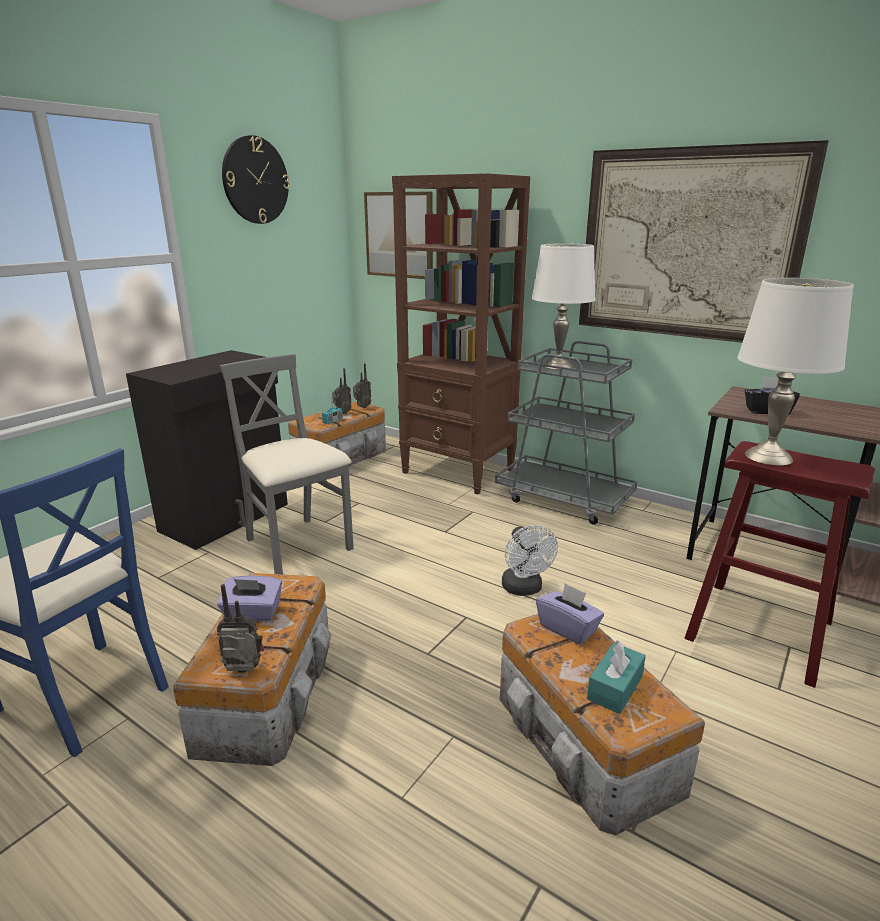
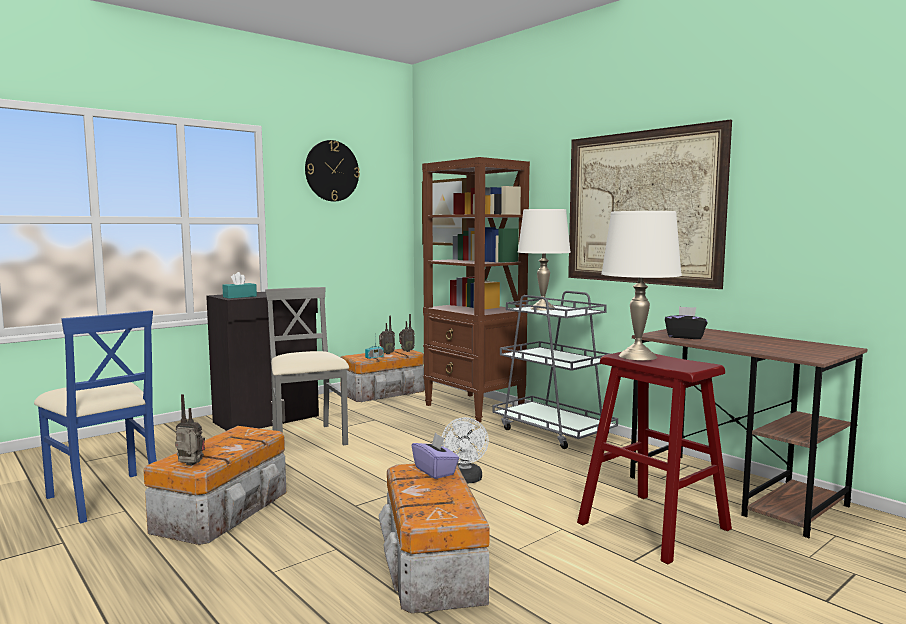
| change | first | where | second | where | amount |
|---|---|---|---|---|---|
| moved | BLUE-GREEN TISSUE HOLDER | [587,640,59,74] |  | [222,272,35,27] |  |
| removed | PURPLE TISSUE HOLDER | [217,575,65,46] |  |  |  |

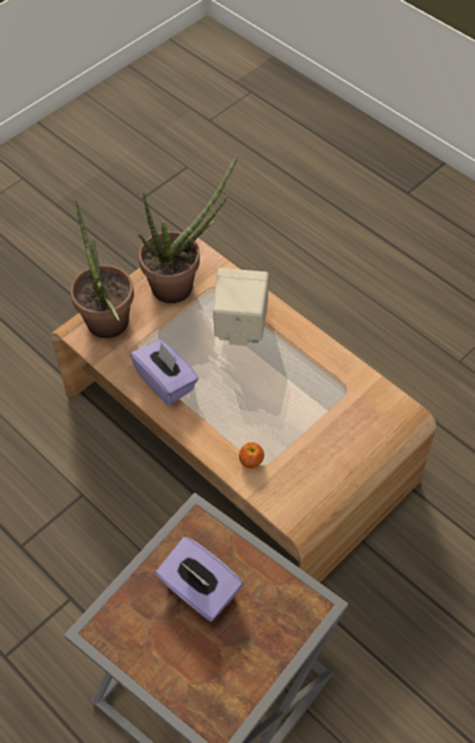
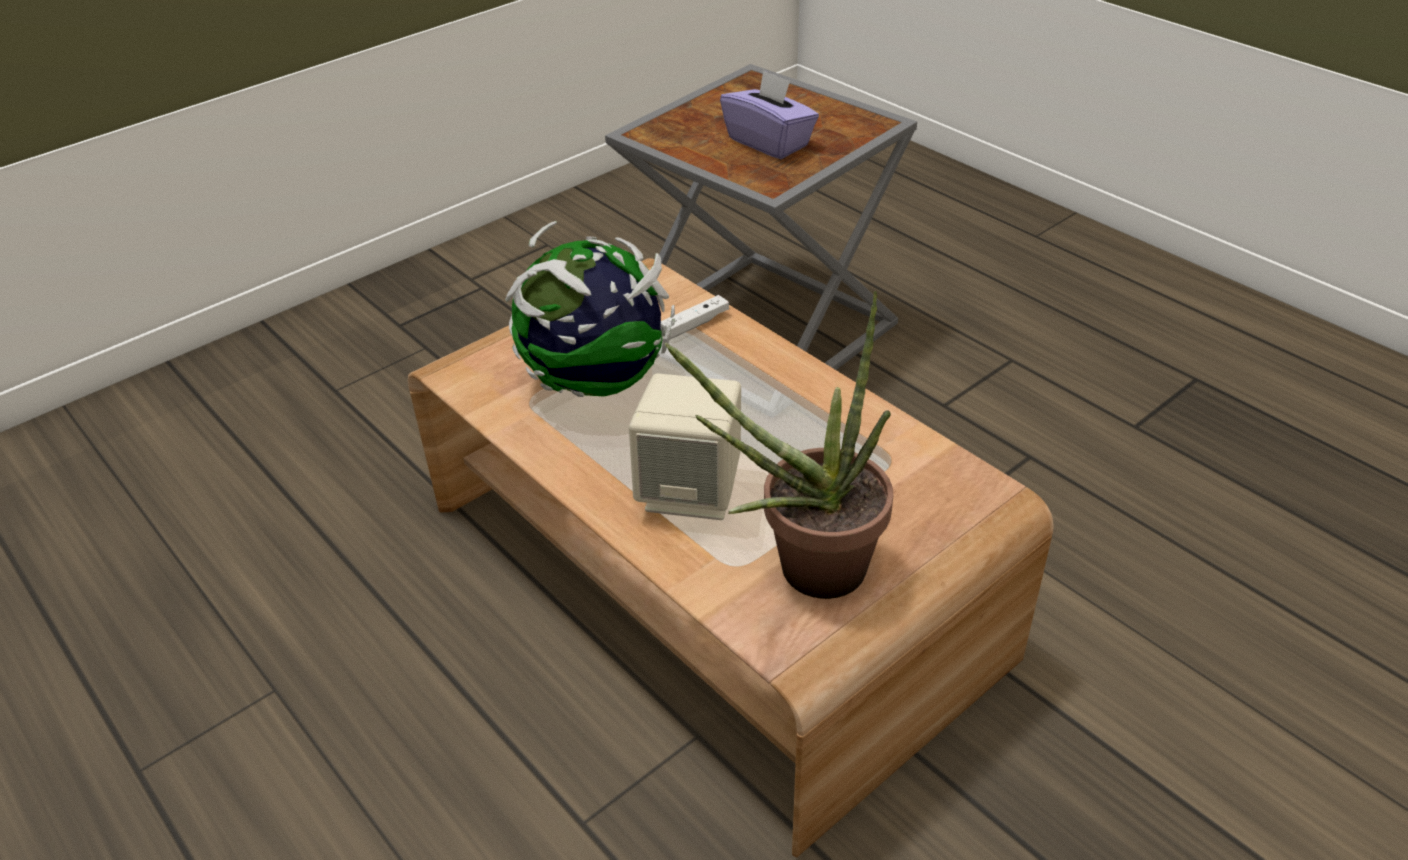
| change | first | where | second | where | amount |
|---|---|---|---|---|---|
| added |  |  | DESK GLOBE | [505,221,170,176] |  |
| replaced | APPLE | [239,442,25,26] | WHITE-COLOURED JOYPAD | [660,295,69,44] |  |
| removed | PLANT IN A POT | [70,200,64,138] |  |  |  |
| removed | PURPLE TISSUE HOLDER | [130,340,69,65] |  |  |  |

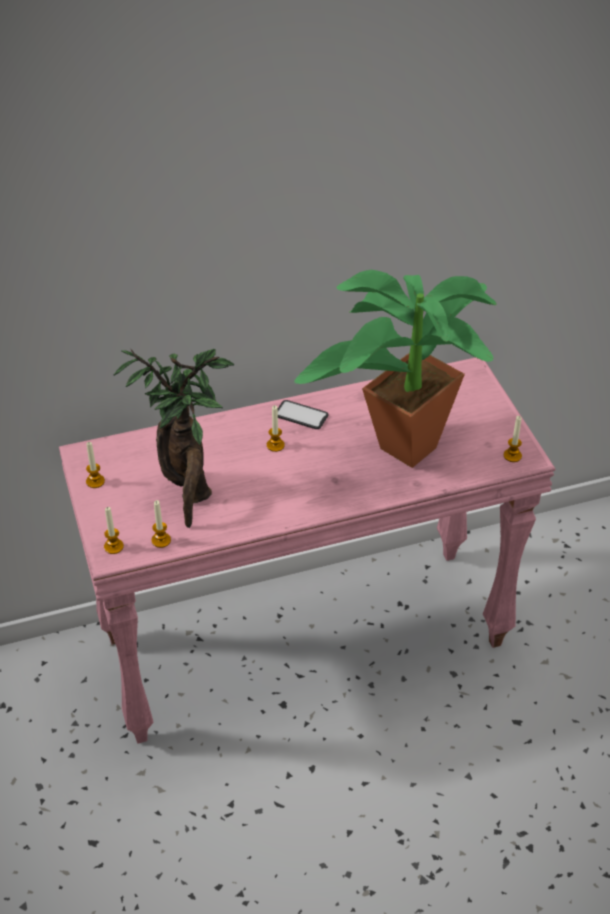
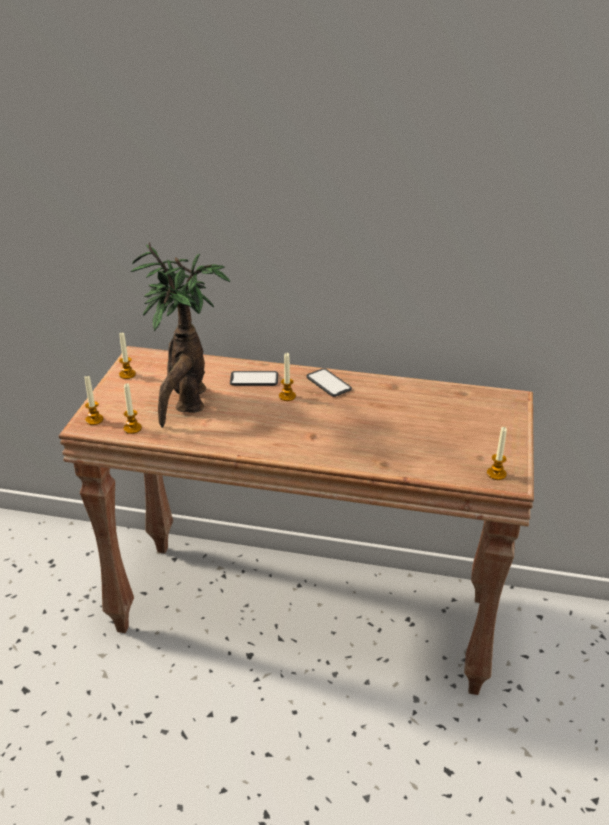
| change | first | where | second | where | amount |
|---|---|---|---|---|---|
| recoloured | PINKISH CONSOLE TABLE | [59,357,496,386] | BROWN-COLOURED CONSOLE TABLE | [59,346,475,349] |  |
| added |  |  | HANDSET | [230,371,48,15] |  |
| removed | PLANT IN A POT | [294,270,203,198] |  |  |  |

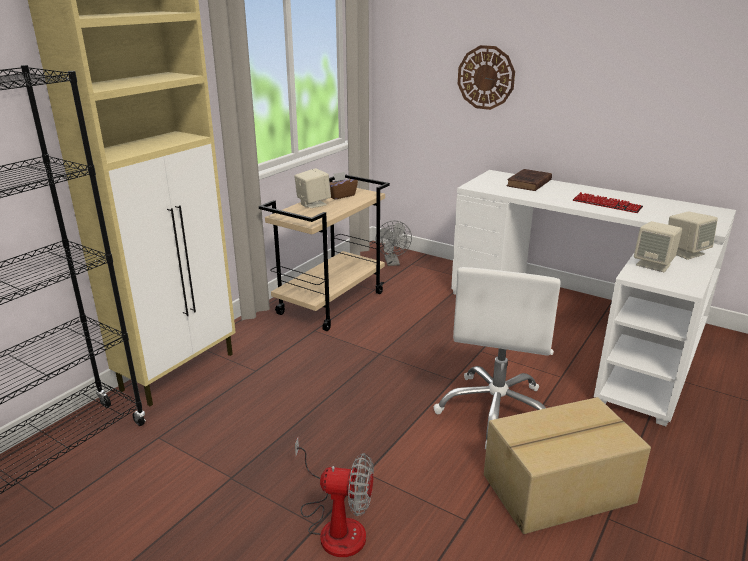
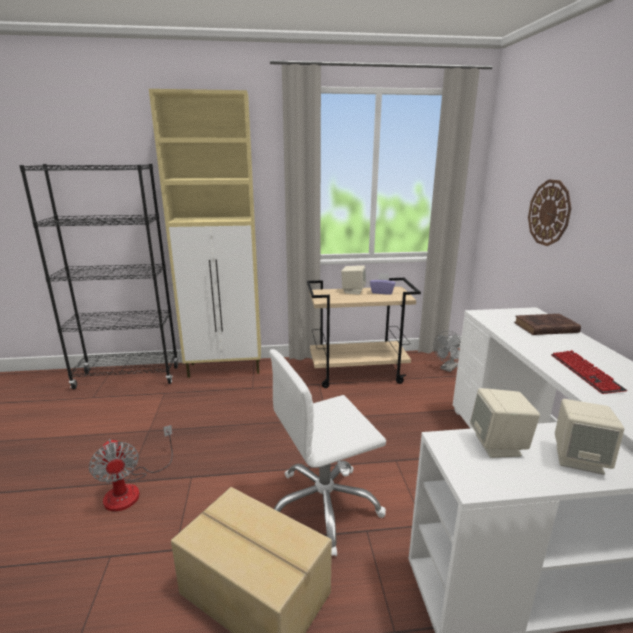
| change | first | where | second | where | amount |
|---|---|---|---|---|---|
| recoloured | BROWN-COLOURED TISSUE HOLDER | [330,172,28,27] | PURPLE TISSUE HOLDER | [370,273,26,22] |  |

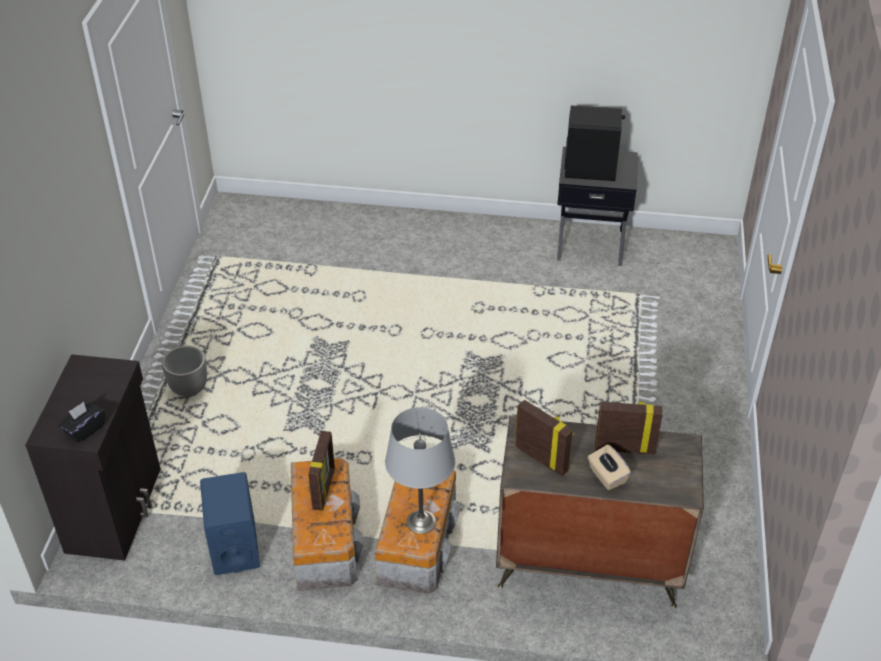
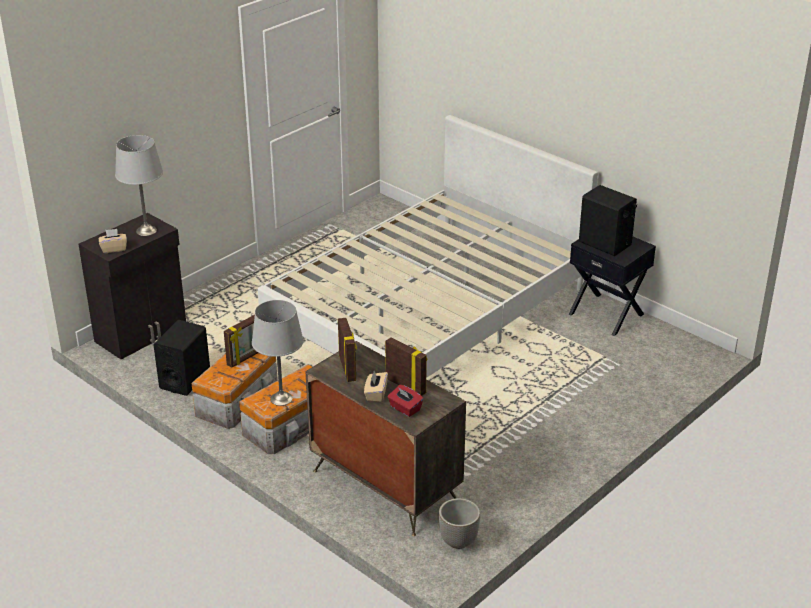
| change | first | where | second | where | amount |
|---|---|---|---|---|---|
| recoloured | BLACK-COLOURED TISSUE HOLDER | [59,402,46,41] | BEIGE TISSUE HOLDER | [99,229,28,24] |  |
| added |  |  | GREY LAMP FOR A TABLE | [115,135,48,101] |  |
| recoloured | BLUE-COLOURED SPEAKER | [200,472,60,103] | BLACK-COLOURED SPEAKER | [153,320,57,76] |  |
| added |  |  | WHITE-COLOURED BEDROOM BED | [258,115,340,263] |  |
| added |  |  | RED TISSUE HOLDER | [388,385,35,32] |  |
| moved | FLOWER POT | [162,346,45,51] |  | [439,498,41,51] |  |

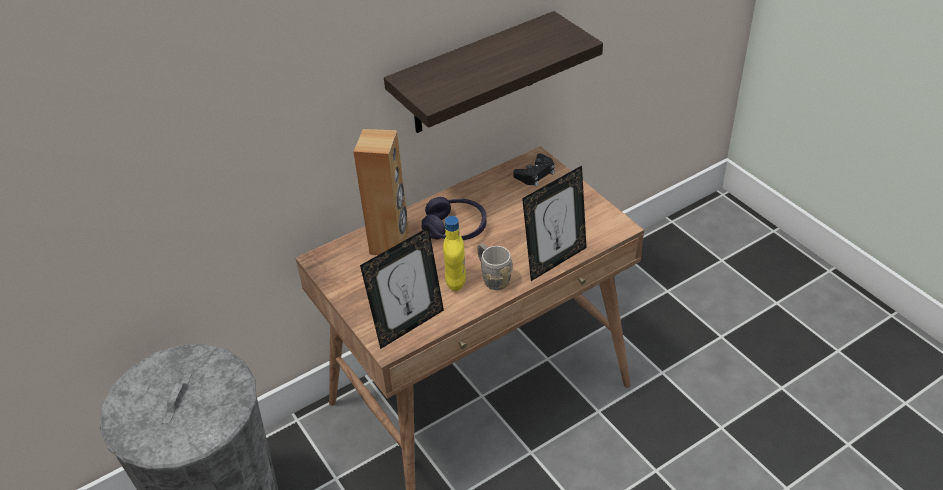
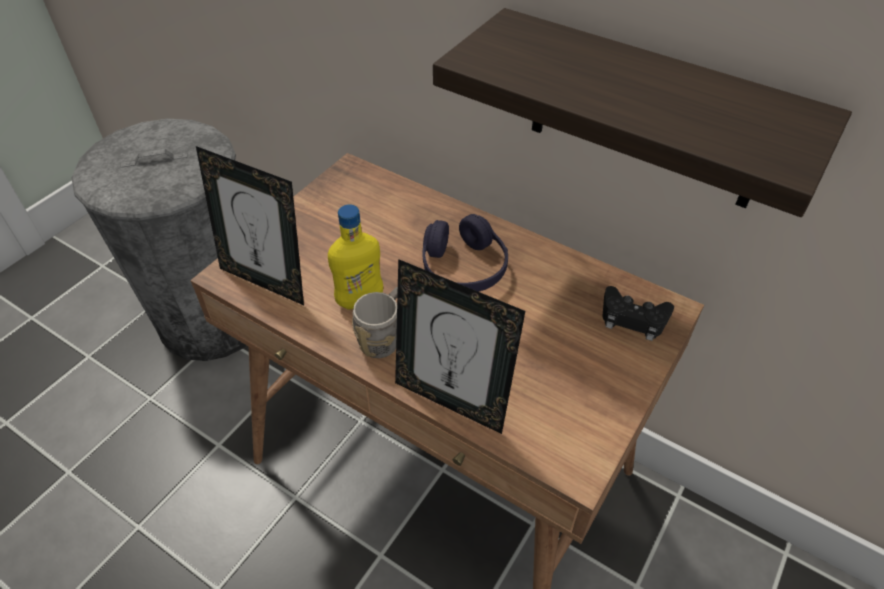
| change | first | where | second | where | amount |
|---|---|---|---|---|---|
| removed | BROWN-COLOURED SPEAKER | [353,129,56,126] |  |  |  |

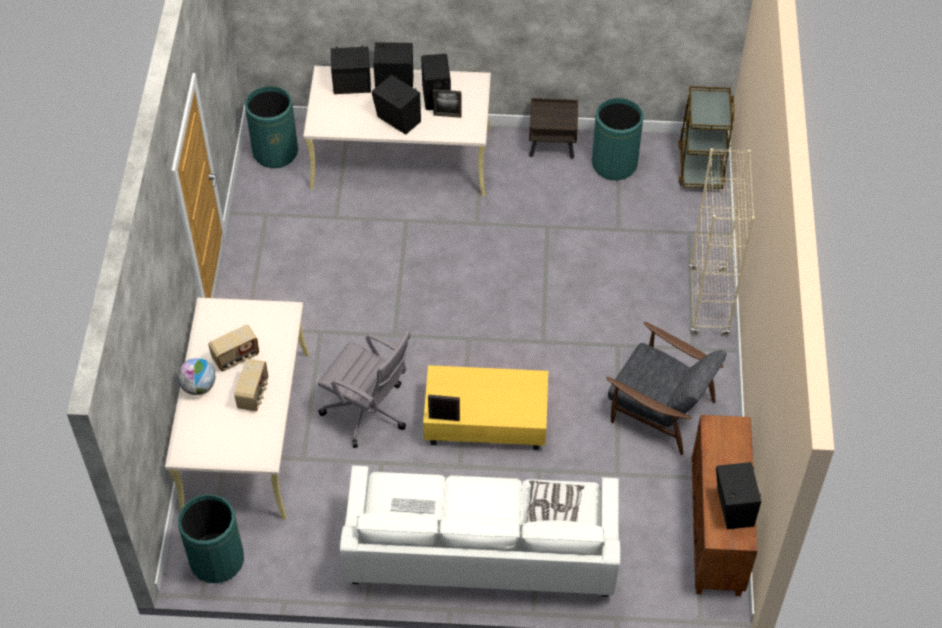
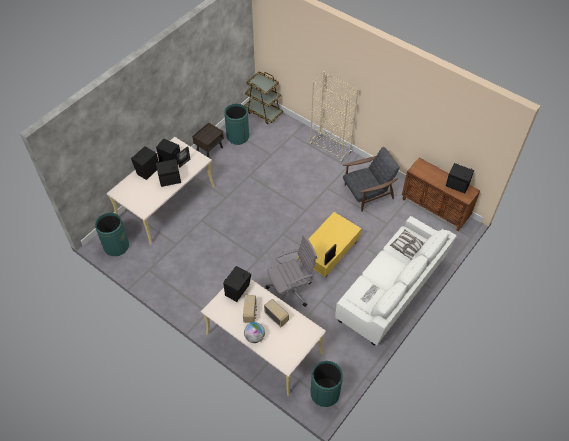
| change | first | where | second | where | amount |
|---|---|---|---|---|---|
| moved | BLACK-COLOURED SPEAKER | [331,45,40,49] |  | [223,266,28,36] |  |

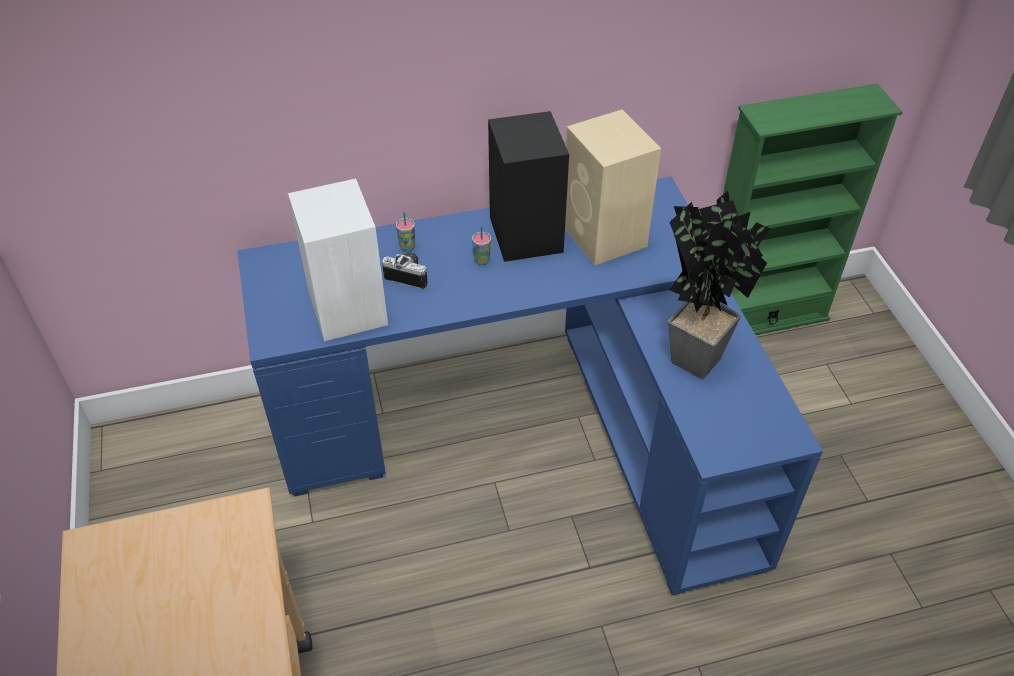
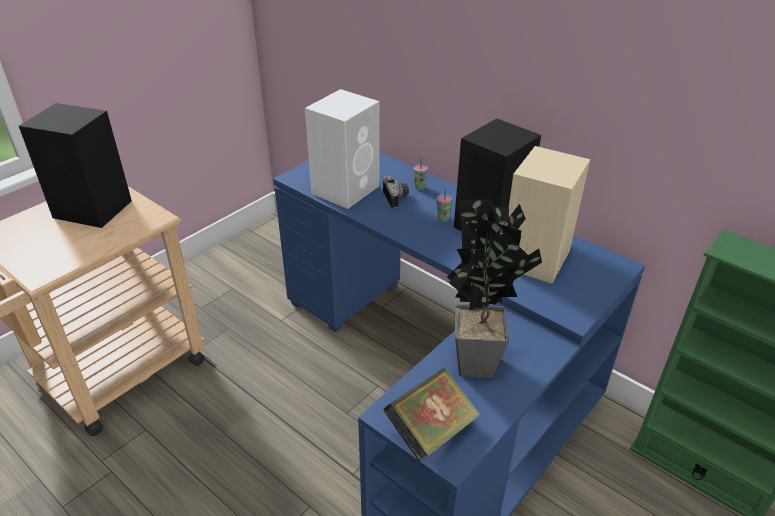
| change | first | where | second | where | amount |
|---|---|---|---|---|---|
| added |  |  | BLACK-COLOURED SPEAKER | [19,103,113,125] |  |
| added |  |  | BOOK | [383,368,97,94] |  |

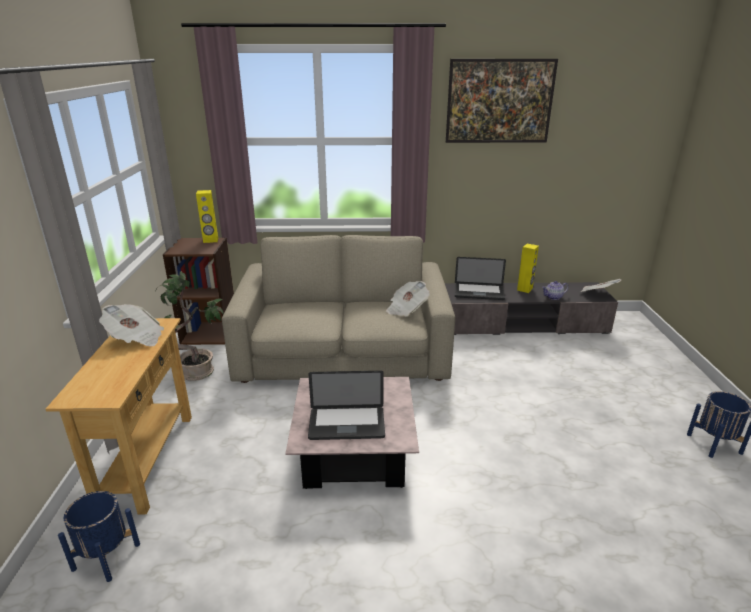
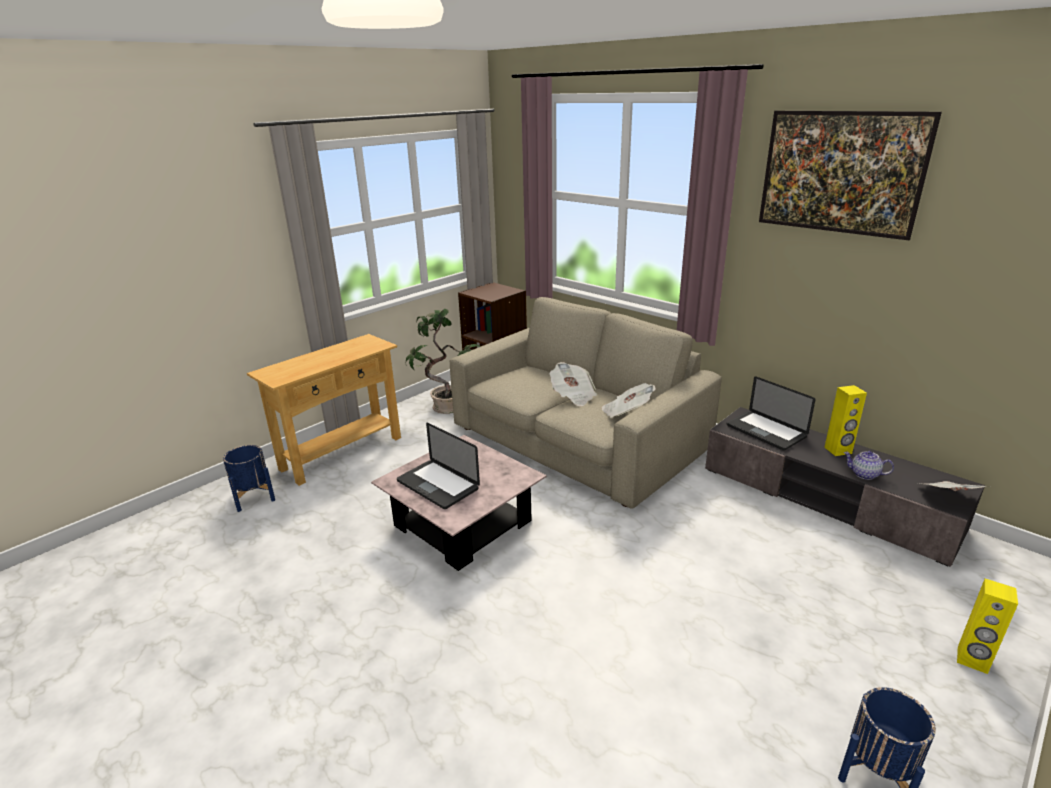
| change | first | where | second | where | amount |
|---|---|---|---|---|---|
| moved | DAILY PAPER | [99,304,65,43] |  | [550,362,47,45] |  |
| moved | YELLOWISH SPEAKER | [196,190,22,53] |  | [957,579,61,95] |  |

